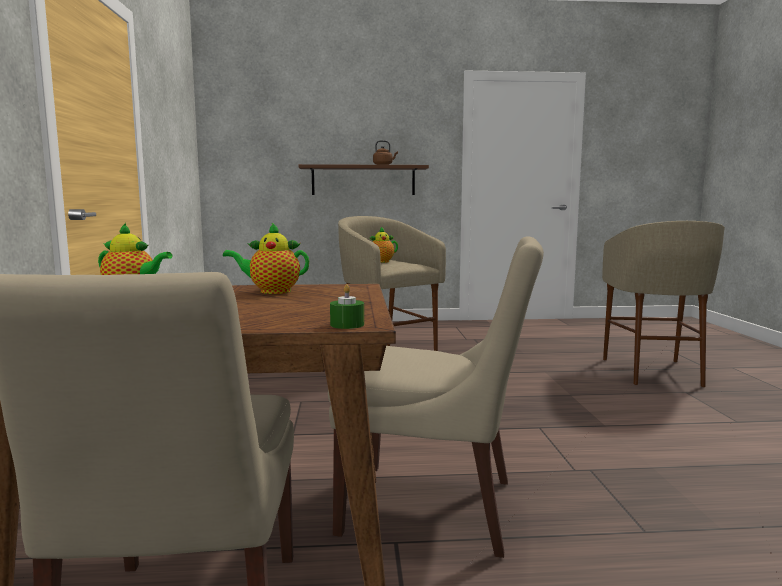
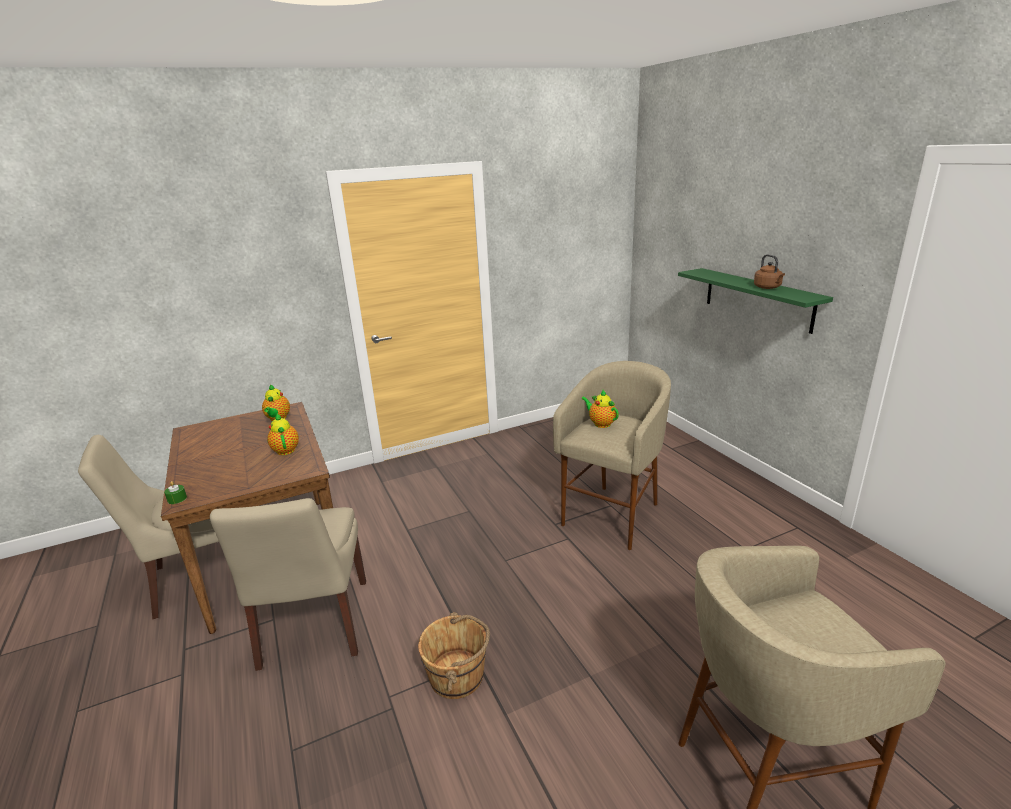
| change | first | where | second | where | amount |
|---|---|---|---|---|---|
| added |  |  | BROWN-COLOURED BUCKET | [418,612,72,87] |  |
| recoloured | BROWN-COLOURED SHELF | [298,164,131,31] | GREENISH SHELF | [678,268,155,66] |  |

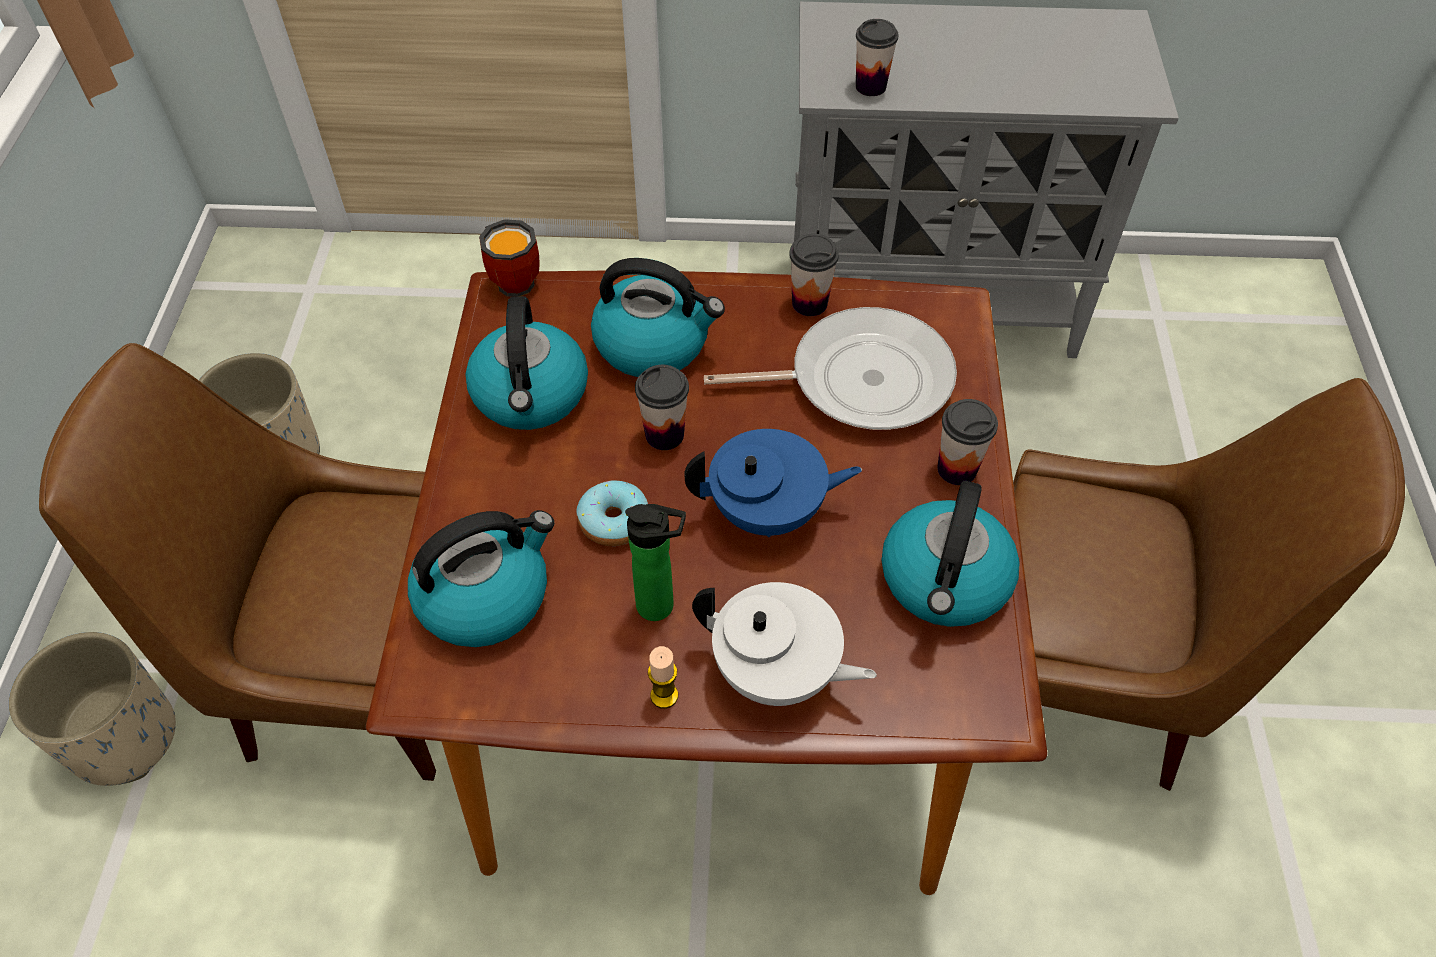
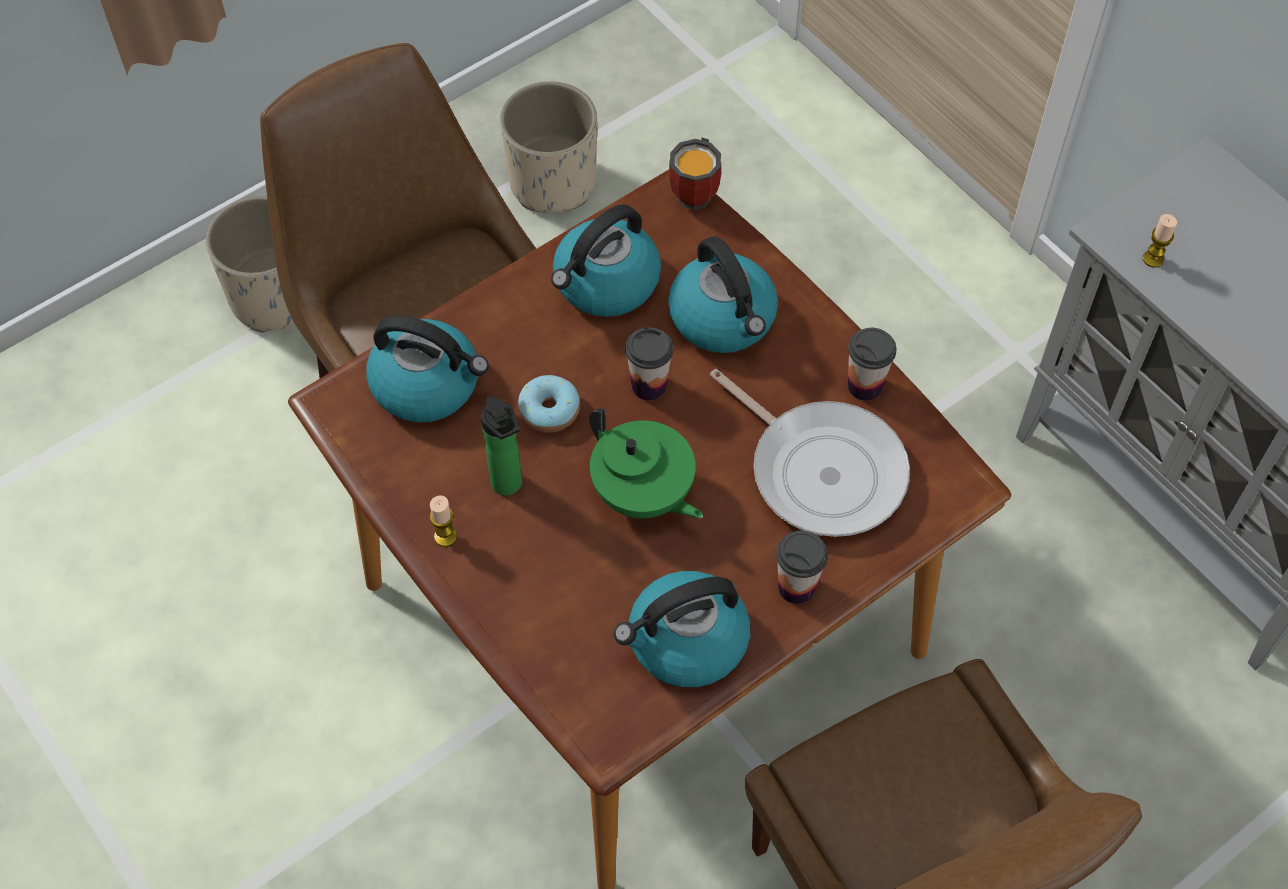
| change | first | where | second | where | amount |
|---|---|---|---|---|---|
| recoloured | BLUE-COLOURED TEA POT | [684,429,178,108] | GREENISH TEA POT | [589,408,114,110] |  |
| replaced | CUP | [856,19,42,77] | CANDLE | [1143,214,34,54] |  |
| removed | WHITE-COLOURED TEA POT | [692,582,185,124] |  |  |  |

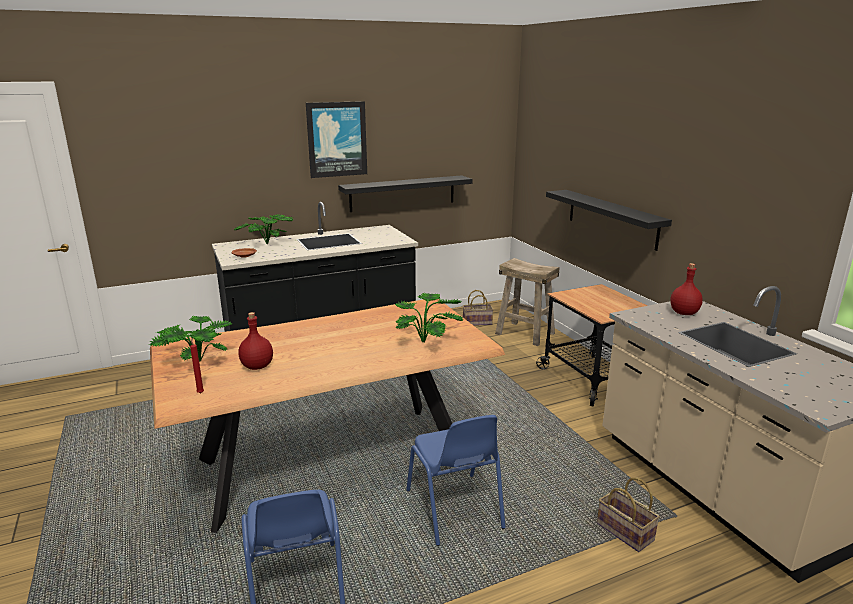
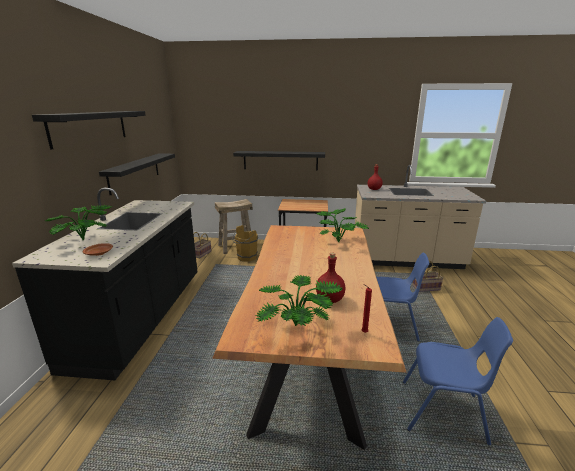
| change | first | where | second | where | amount |
|---|---|---|---|---|---|
| replaced | PICTURE | [306,101,61,77] | BLACK-COLOURED SHELF | [32,111,114,39] |  |
| added |  |  | BROWN-COLOURED BUCKET | [232,225,26,36] |  |

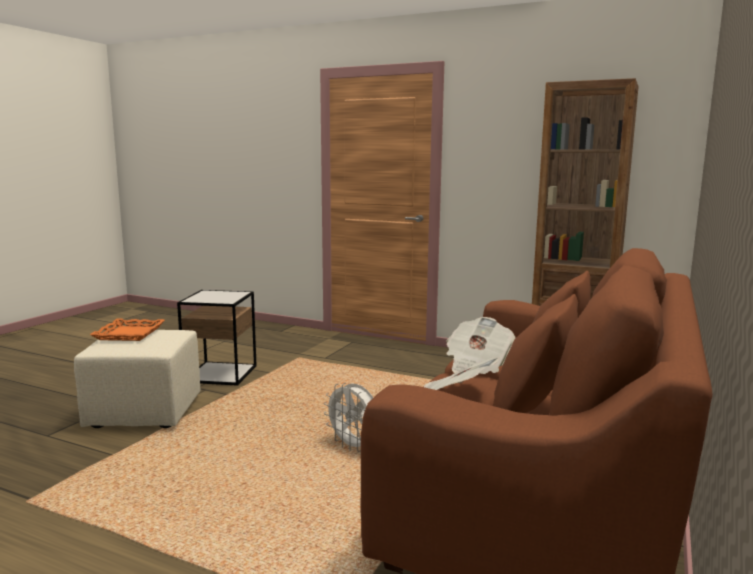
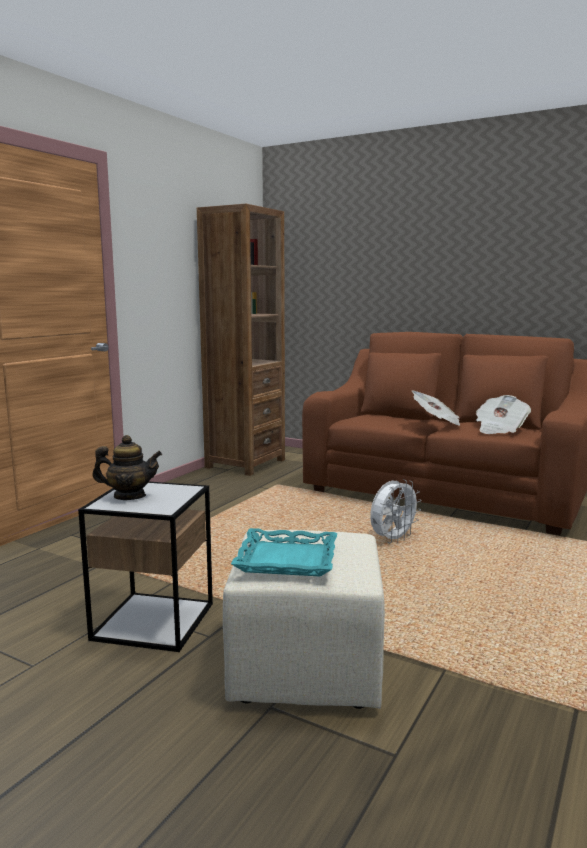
| change | first | where | second | where | amount |
|---|---|---|---|---|---|
| added |  |  | TEA POT | [92,435,70,65] |  |
| recoloured | ORANGE SERVING TRAY | [90,318,75,23] | BLUE-GREEN SERVING TRAY | [231,528,106,49] |  |

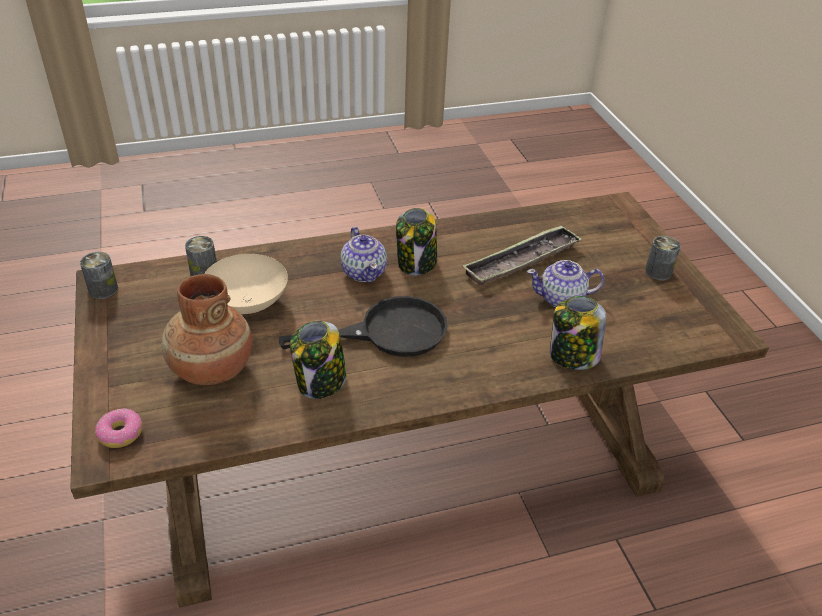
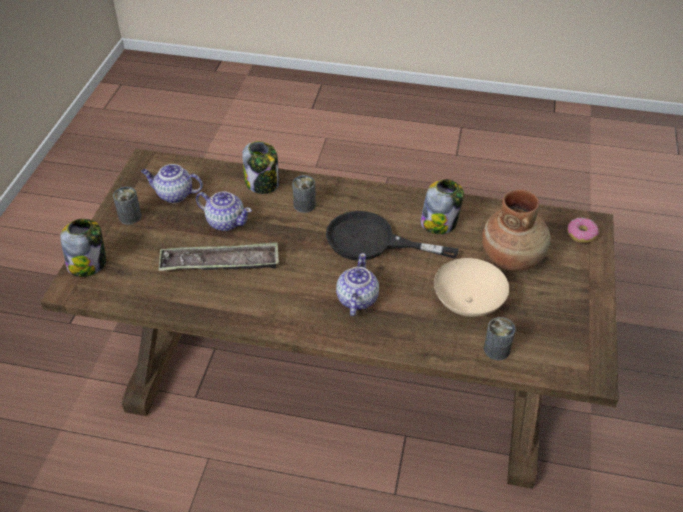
| change | first | where | second | where | amount |
|---|---|---|---|---|---|
| moved | PRESERVE JAR | [396,208,41,68] |  | [60,219,46,58] |  |
| added |  |  | TEA POT | [141,164,62,39] |  |
| moved | METAL CAN | [80,252,38,47] |  | [292,175,24,38] |  |

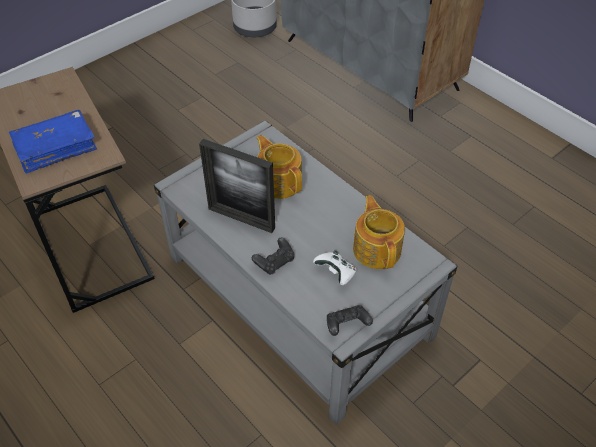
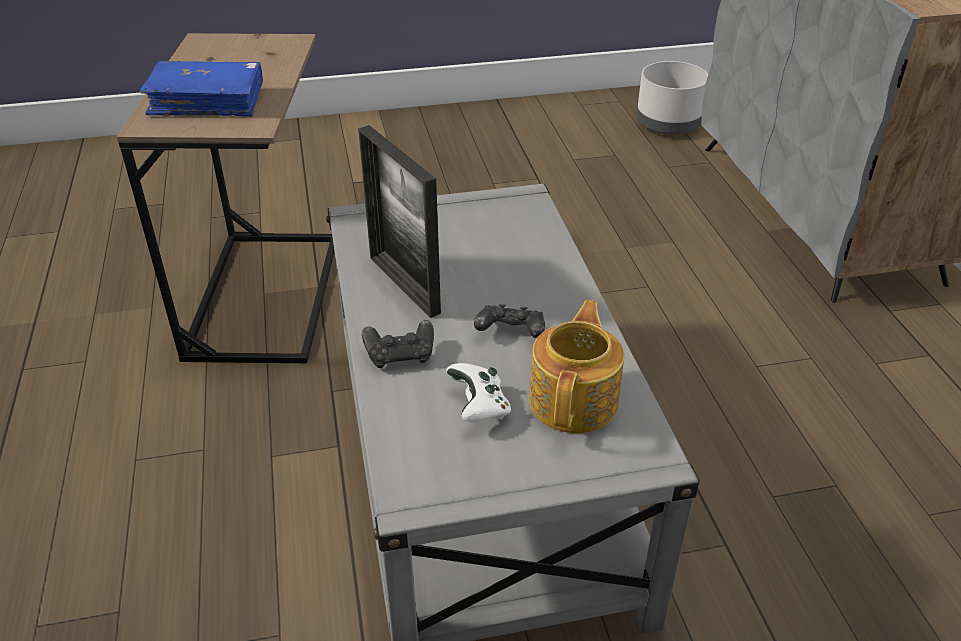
| change | first | where | second | where | amount |
|---|---|---|---|---|---|
| moved | BLACK-COLOURED JOYPAD | [327,305,46,31] |  | [474,304,71,34] |  |
| removed | TEA POT | [256,135,46,64] |  |  |  |

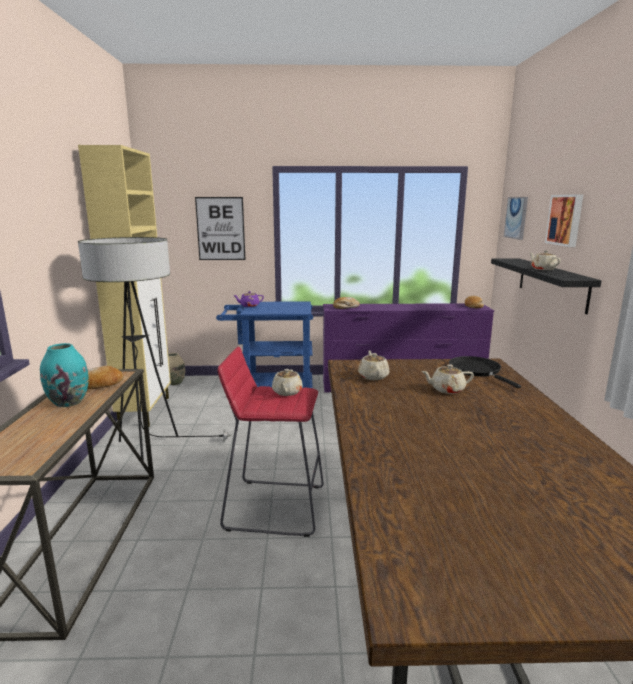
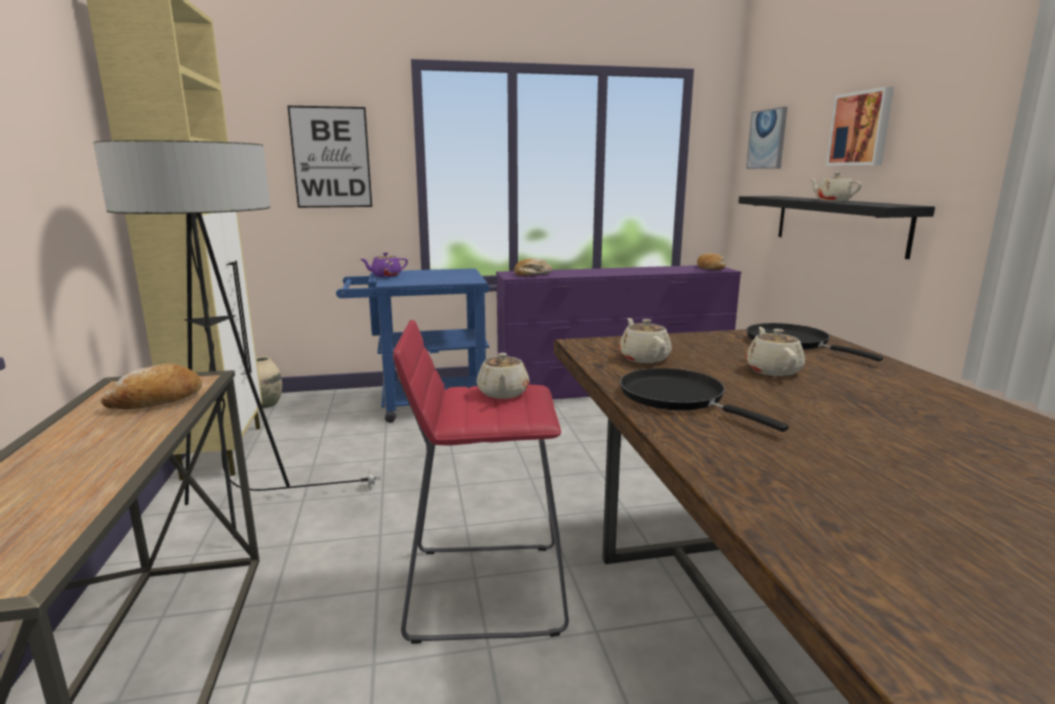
| change | first | where | second | where | amount |
|---|---|---|---|---|---|
| added |  |  | BLACK-COLOURED PAN | [620,368,169,64] |  |
| turned | BEIGE TEA POT | [421,364,53,30] |  | [746,327,59,49] | 105 degrees clockwise |
| removed | BLUE-GREEN FLOWER VASE | [40,343,49,64] |  |  |  |

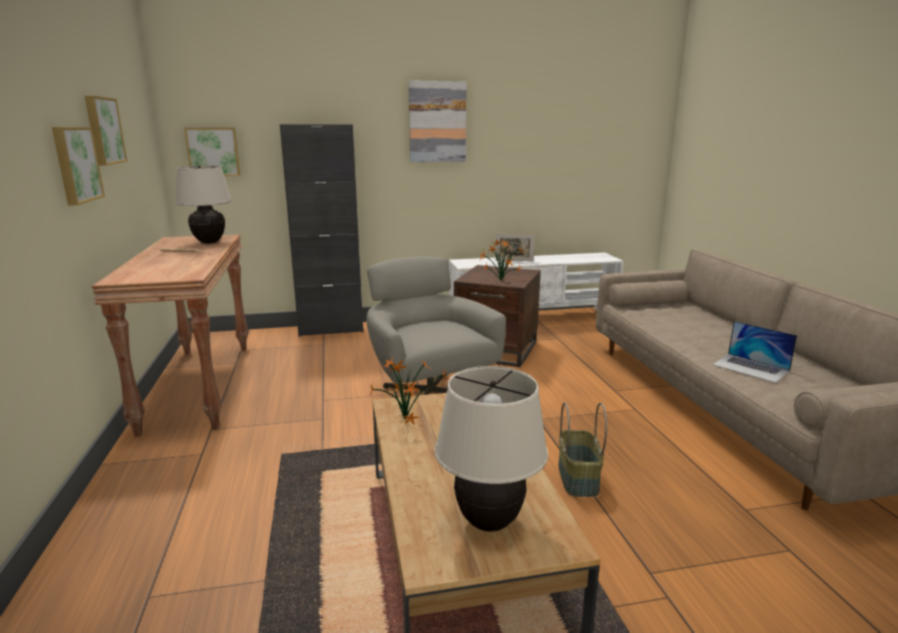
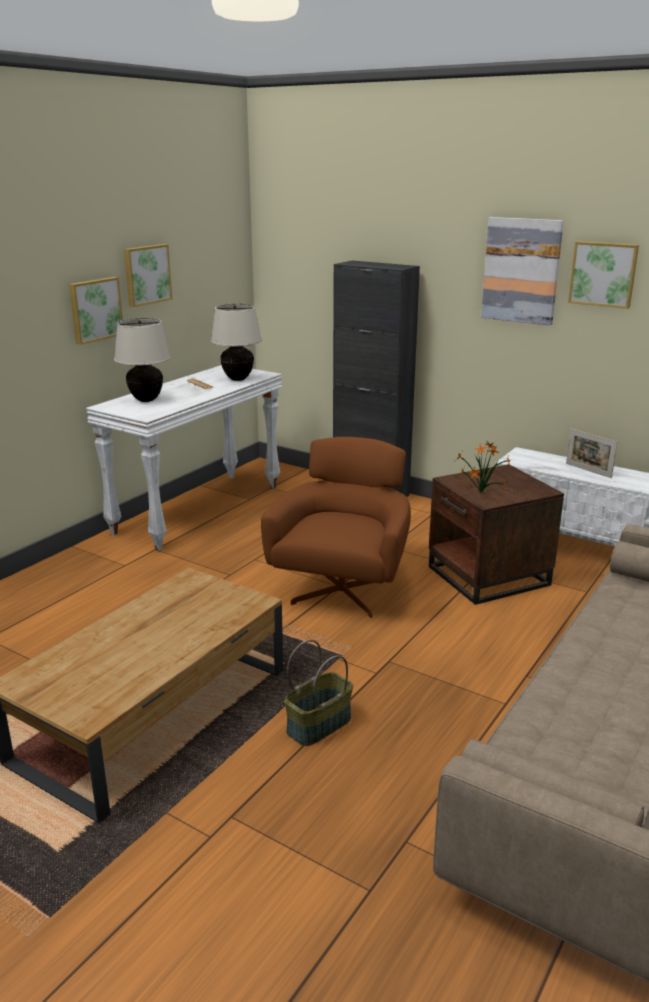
| change | first | where | second | where | amount |
|---|---|---|---|---|---|
| recoloured | BROWN-COLOURED CONSOLE TABLE | [91,235,158,202] | WHITE-COLOURED CONSOLE TABLE | [86,365,196,186] |  |
| moved | BEIGE LAMP FOR A TABLE | [435,366,113,166] |  | [114,318,57,84] |  |
| recoloured | GREY LOUNGE CHAIR | [367,256,139,139] | BROWN-COLOURED LOUNGE CHAIR | [261,437,150,181] |  |
| moved | PICTURE | [184,128,56,48] |  | [568,241,71,68] |  |
| removed | PLANT IN A POT | [369,358,78,67] |  |  |  |
| removed | LAPTOP | [712,321,85,62] |  |  |  |

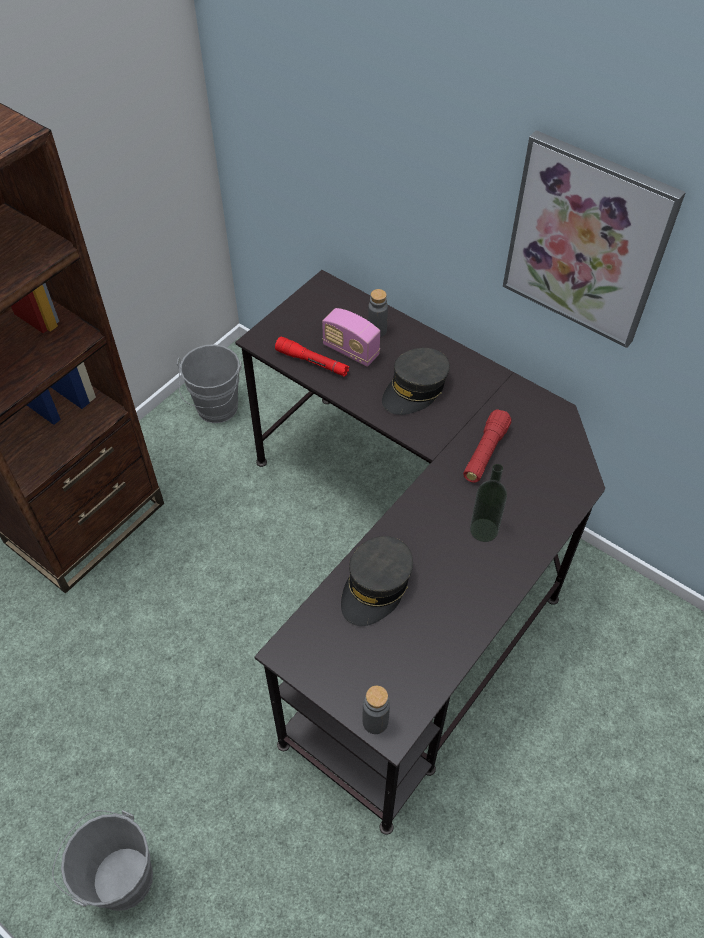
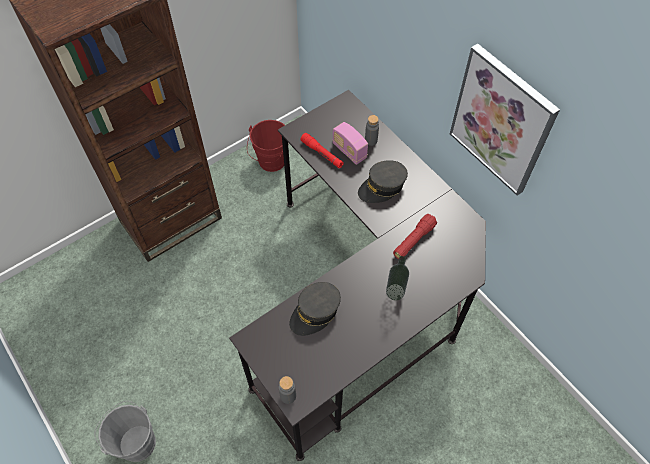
| change | first | where | second | where | amount |
|---|---|---|---|---|---|
| recoloured | GREY BUCKET | [177,344,65,79] | RED BUCKET | [247,120,38,52] |  |

